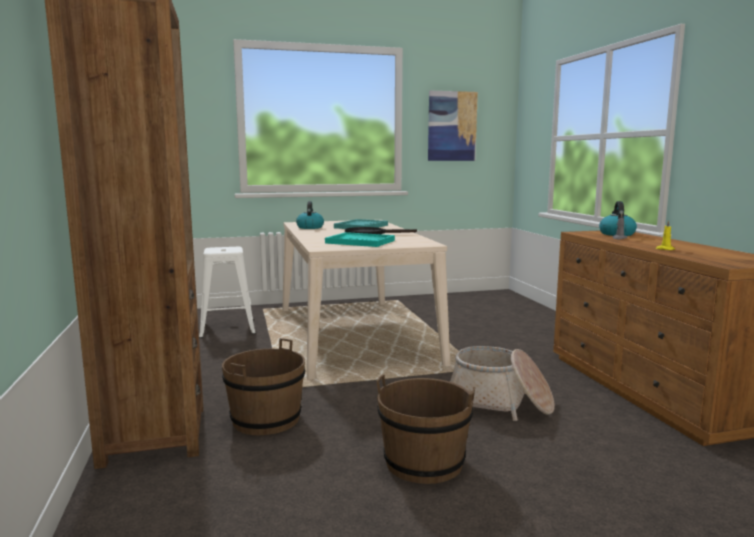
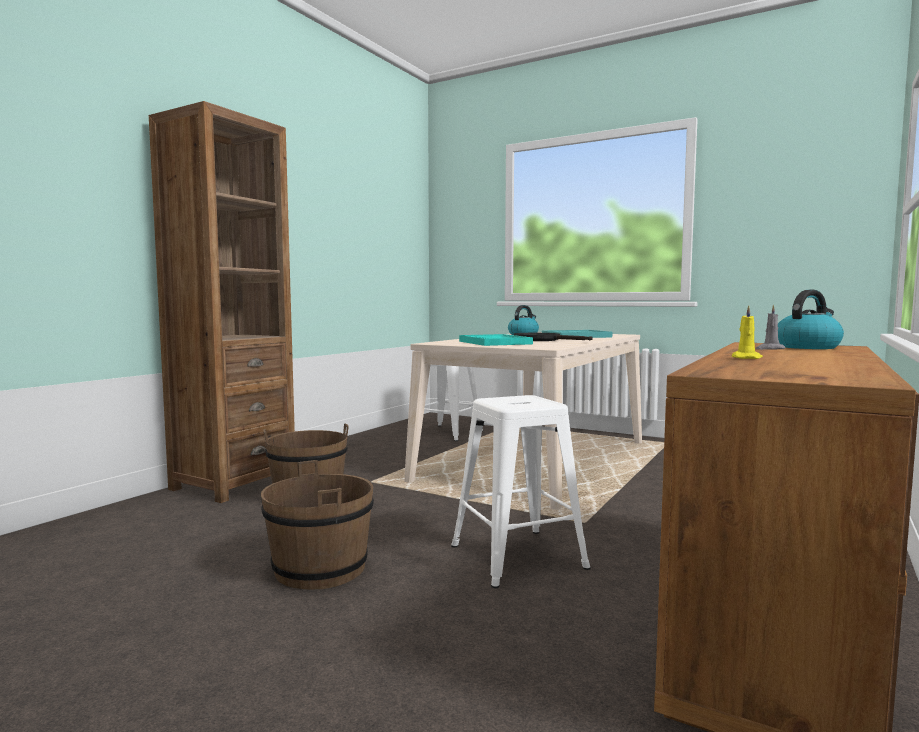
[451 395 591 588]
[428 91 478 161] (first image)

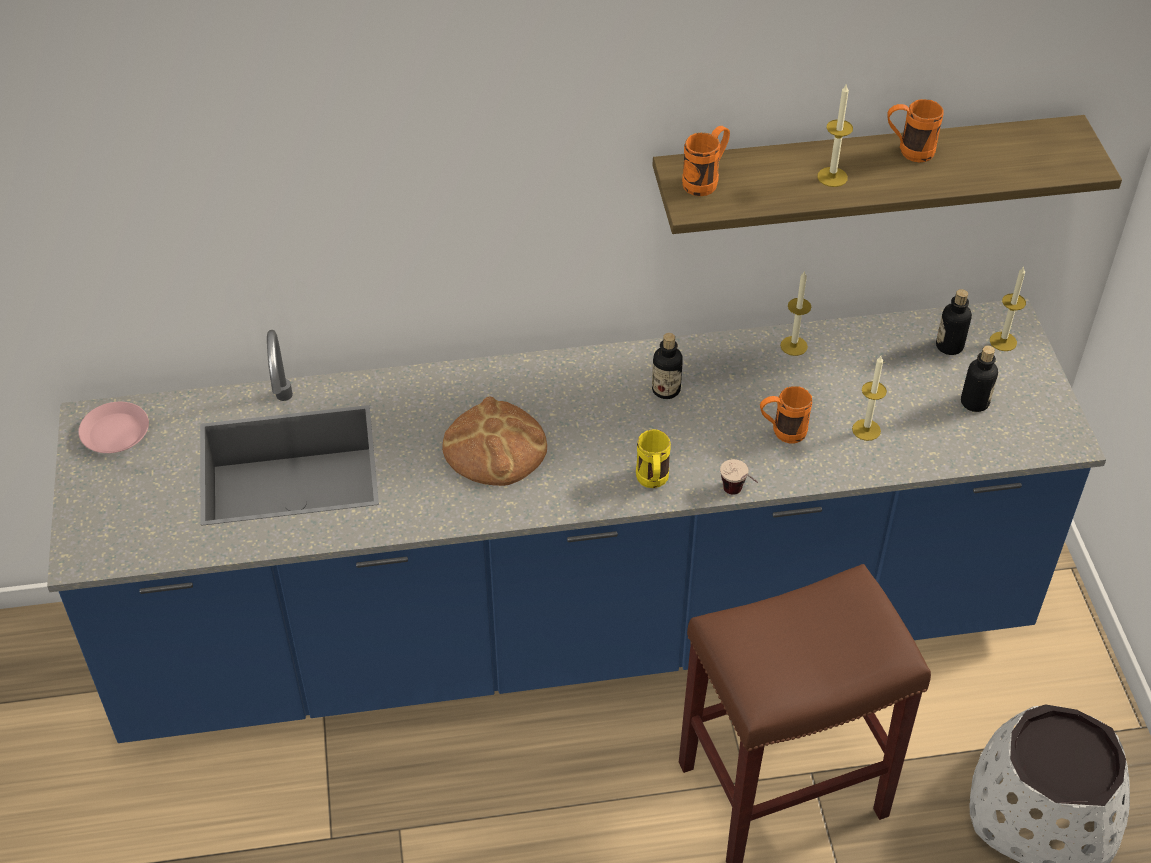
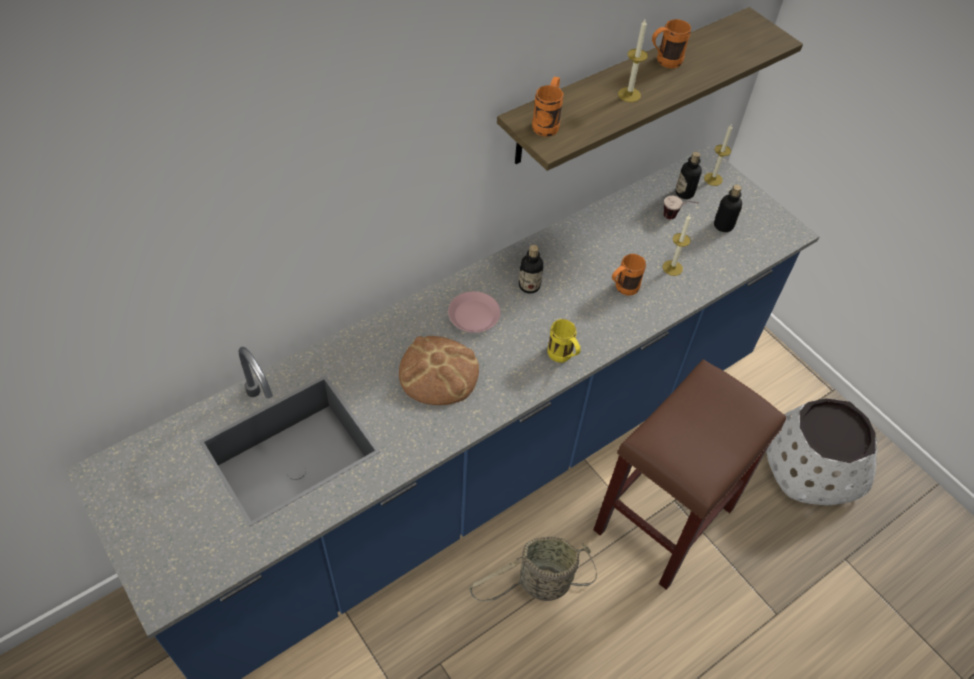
[448 291 500 333]
[468 537 597 601]
[664 196 699 219]
[780 271 811 356] (first image)

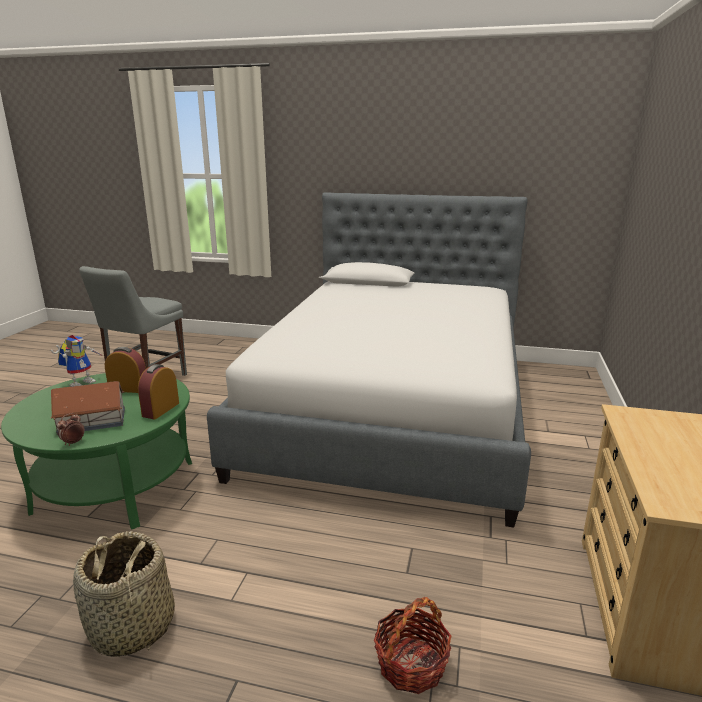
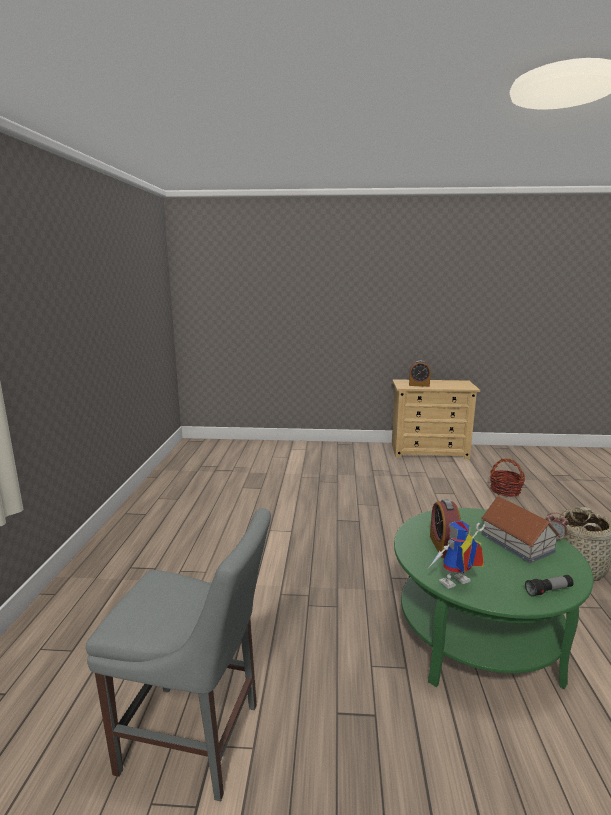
[409 361 431 387]
[429 521 485 589]
[525 575 574 597]
[207 192 531 527] (first image)

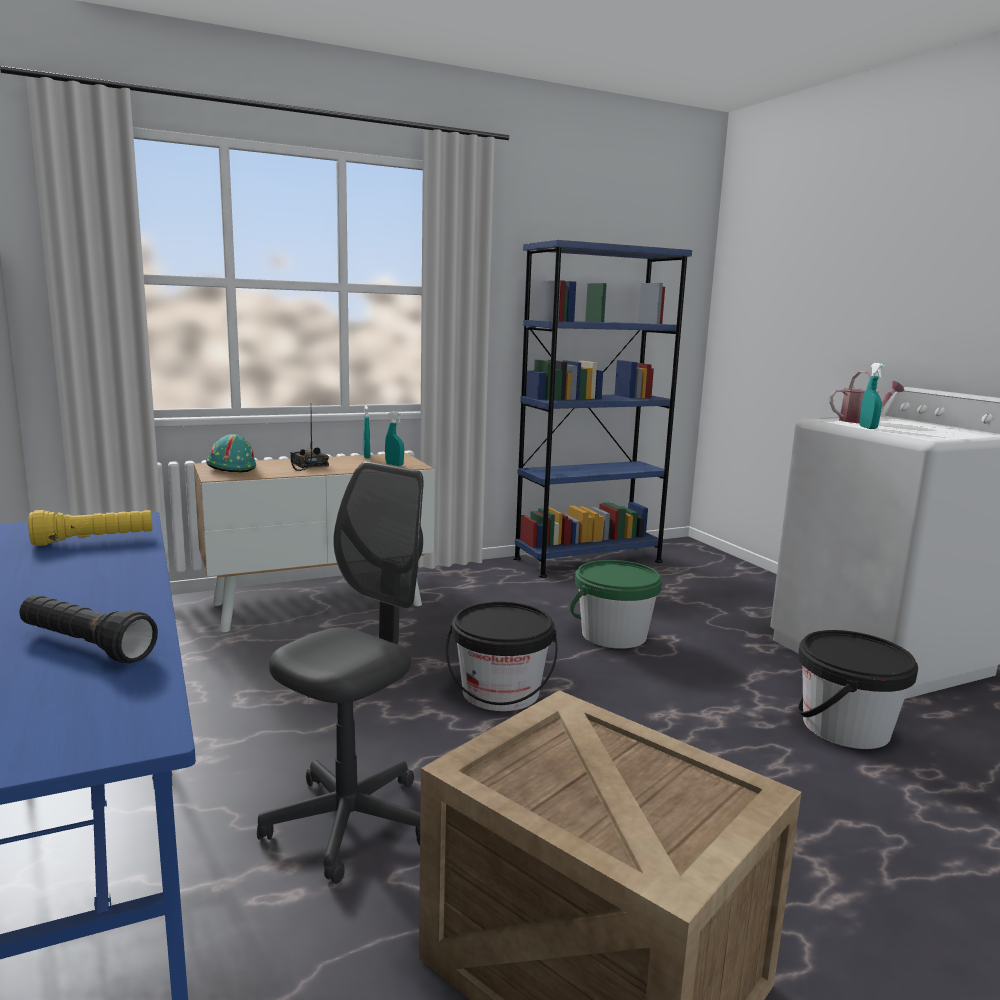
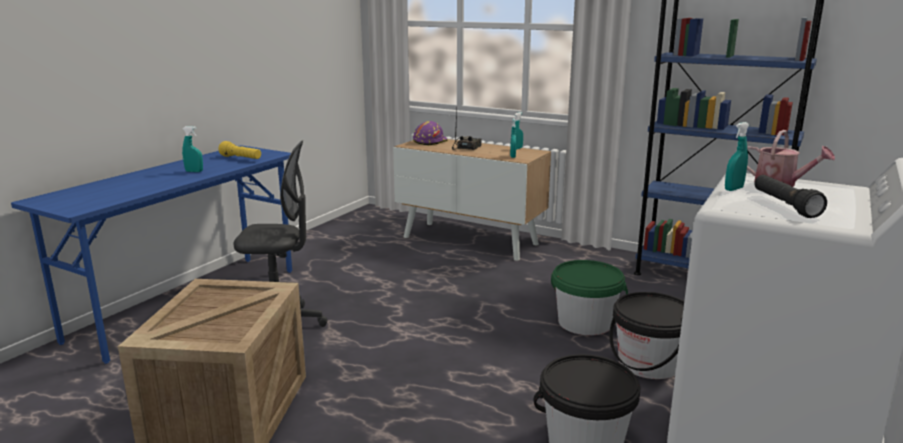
[182 126 203 172]
[413 121 448 145]
[609 292 684 379]
[754 175 827 218]

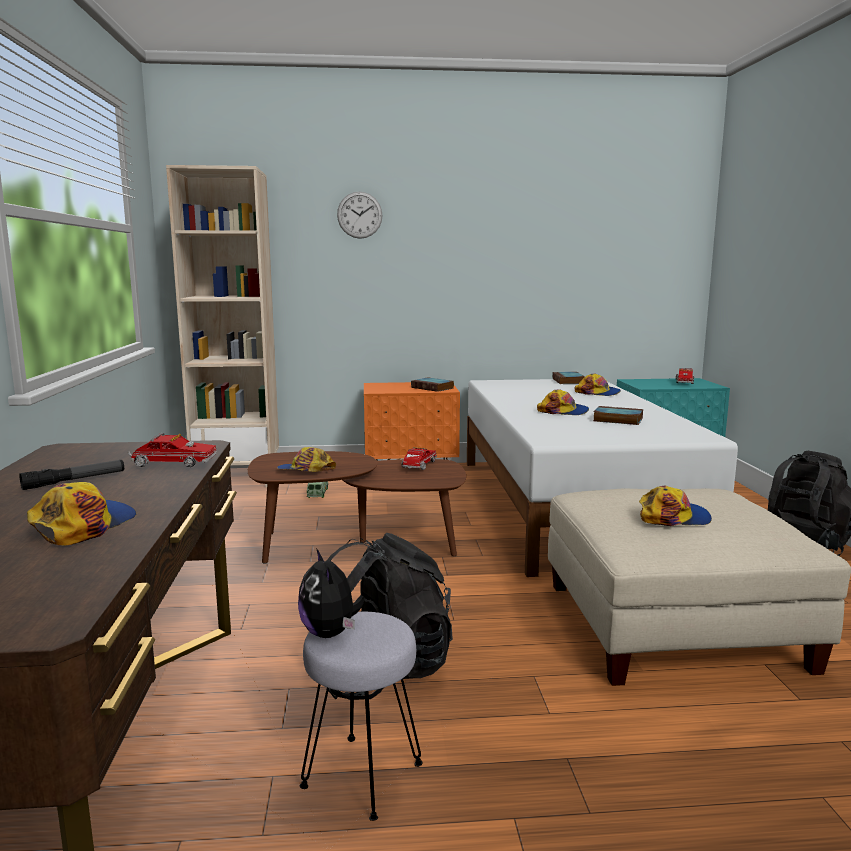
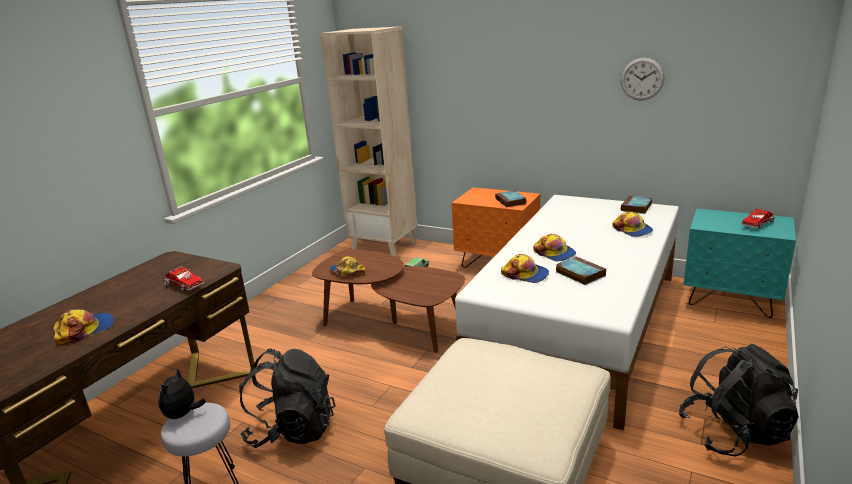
[501 254 549 283]
[621 58 664 100]
[19 460 124 490] (first image)
[402 447 437 470] (first image)

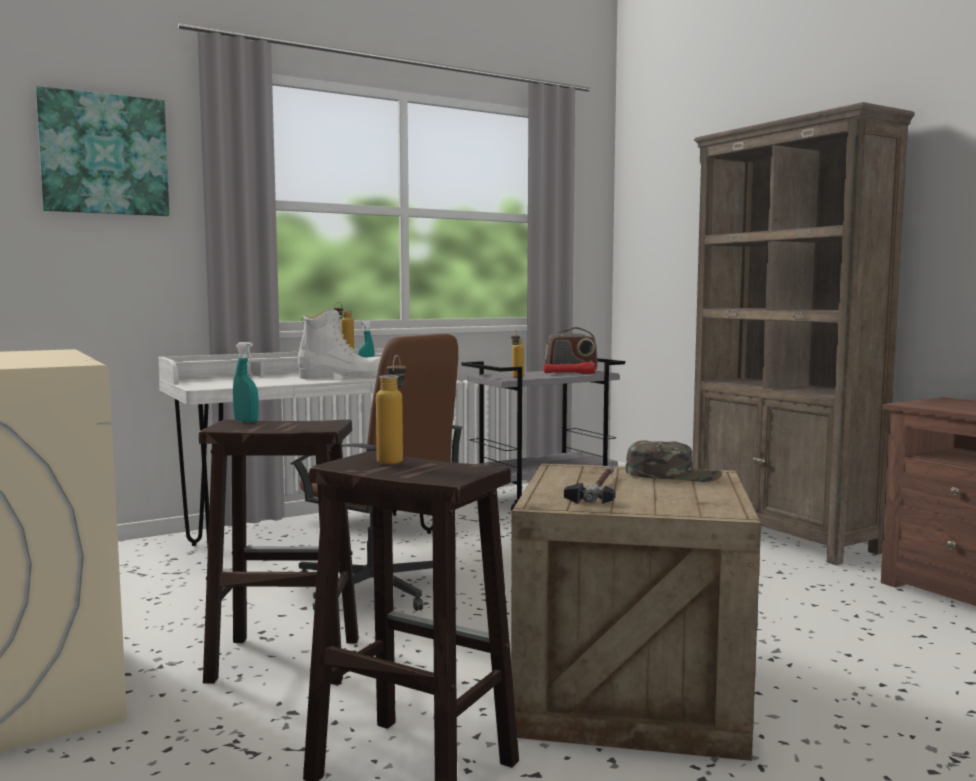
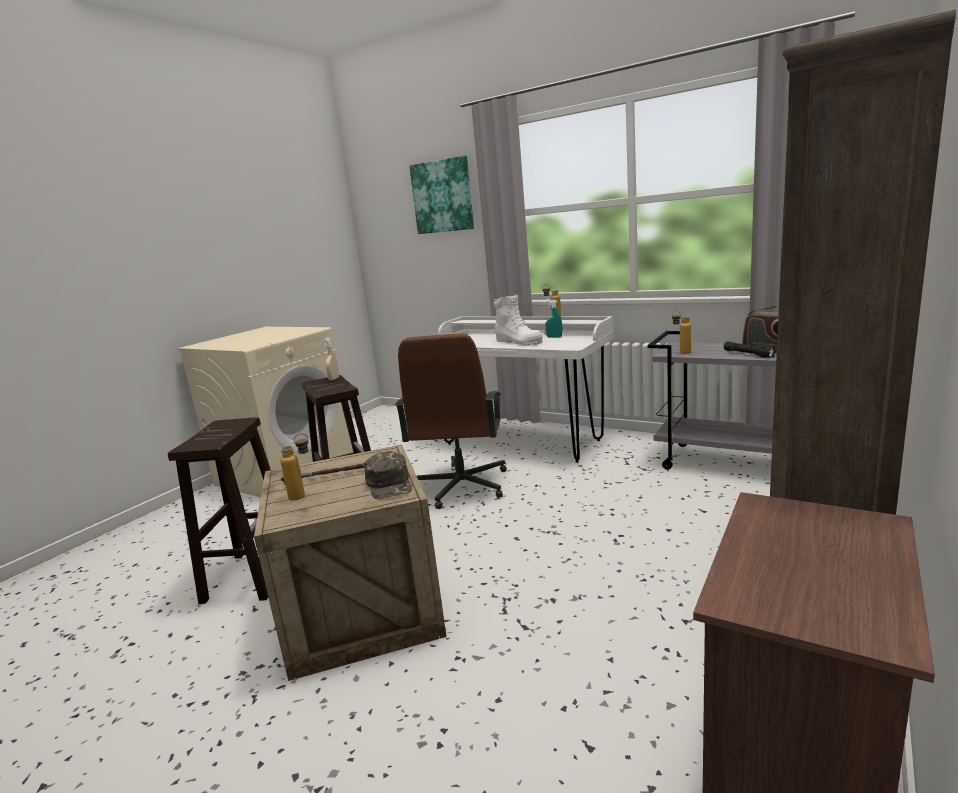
[280 434 309 501]
[323 337 339 381]
[724 341 776 358]

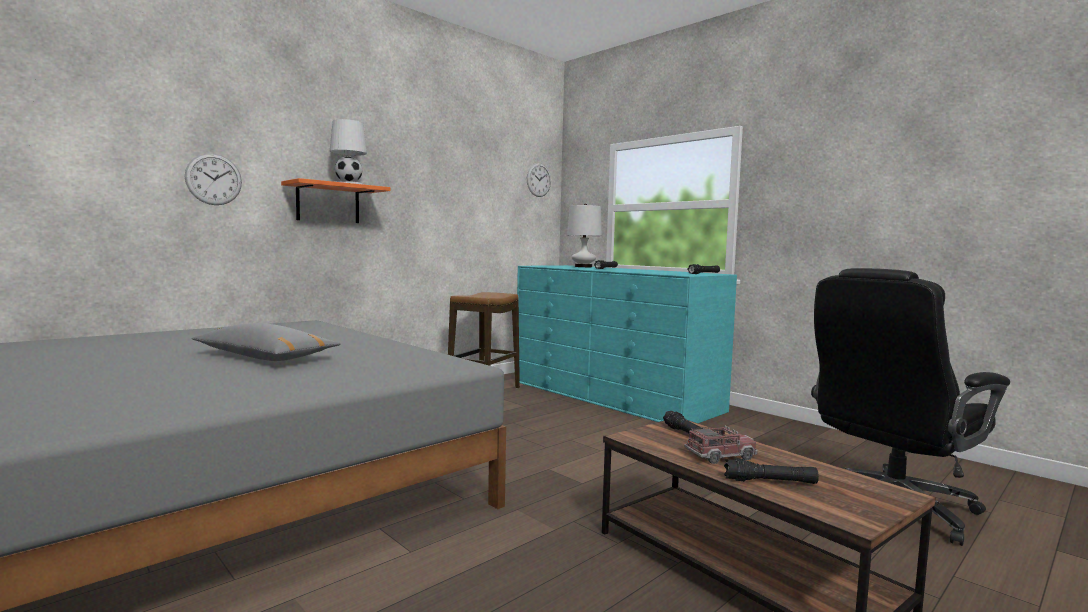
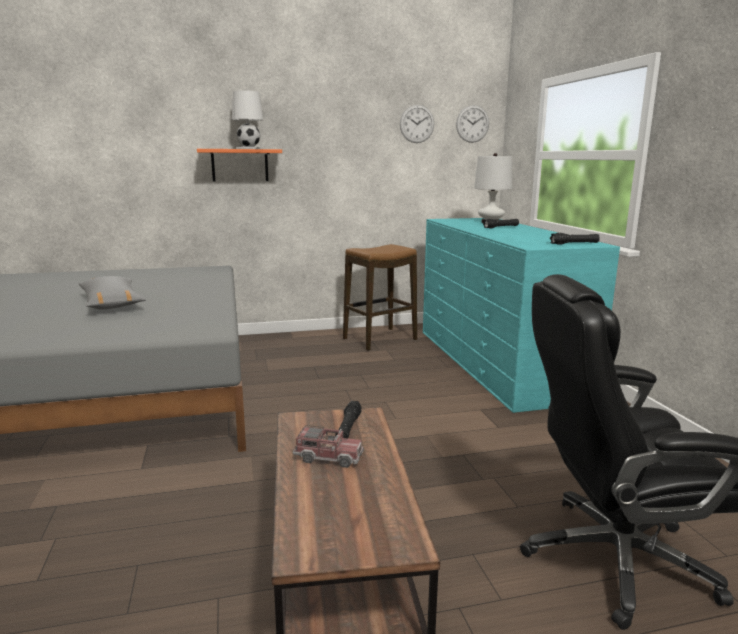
[400 105 434 143]
[724 458 819 484] (first image)

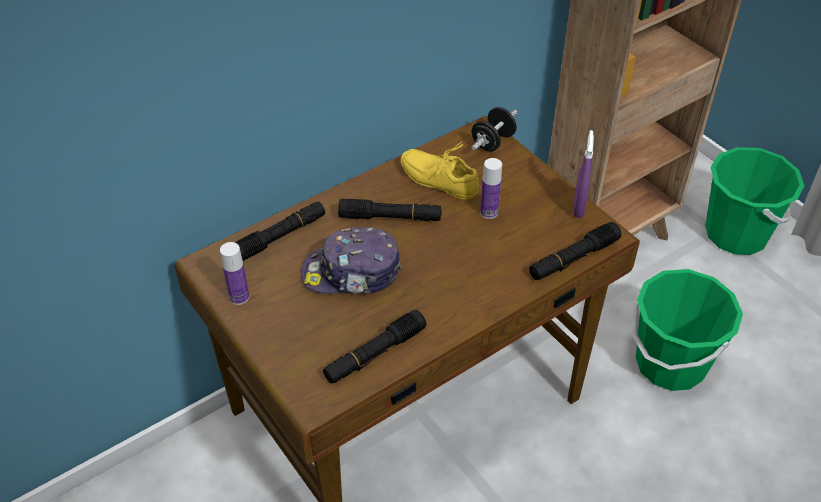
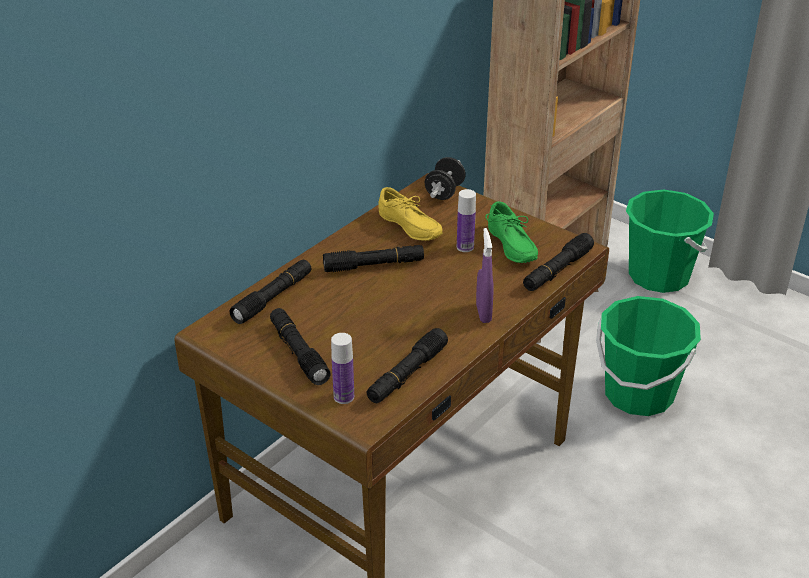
[270 308 330 385]
[331 333 354 404]
[378 187 443 241]
[476 228 493 323]
[485 201 538 263]
[301 227 401 294] (first image)

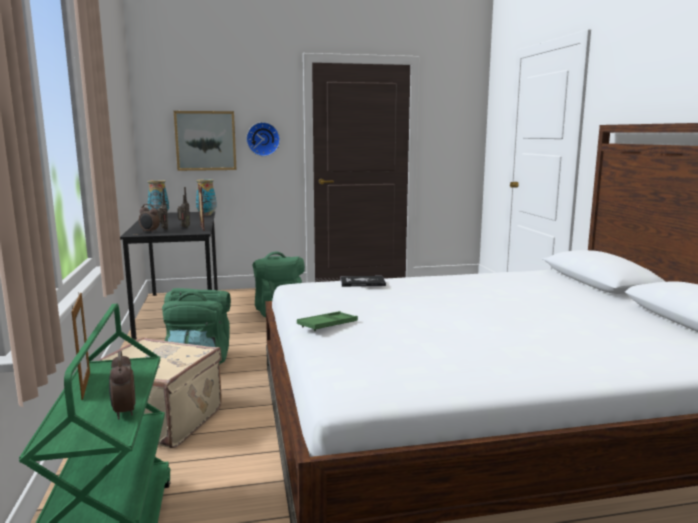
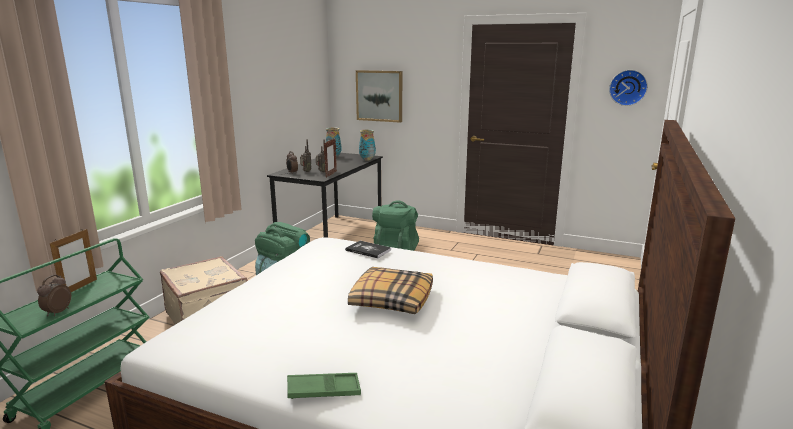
[287 373 361 399]
[348 267 433 314]
[609 70 648 106]

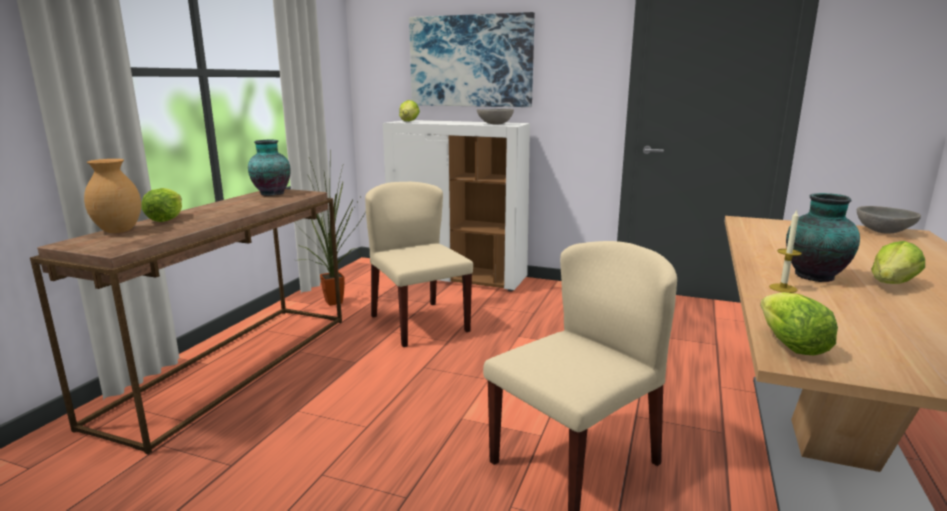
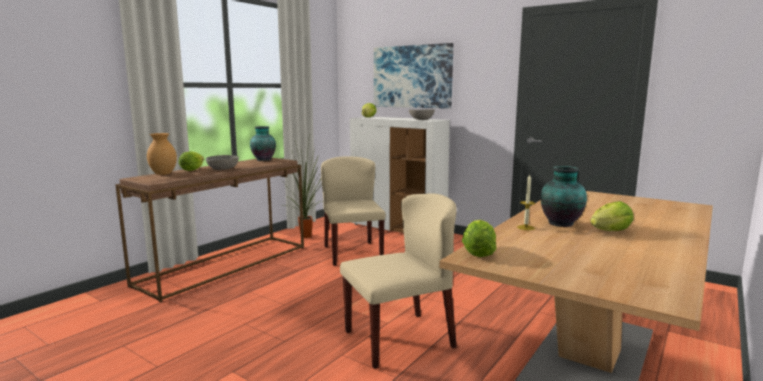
[206 155 239 170]

